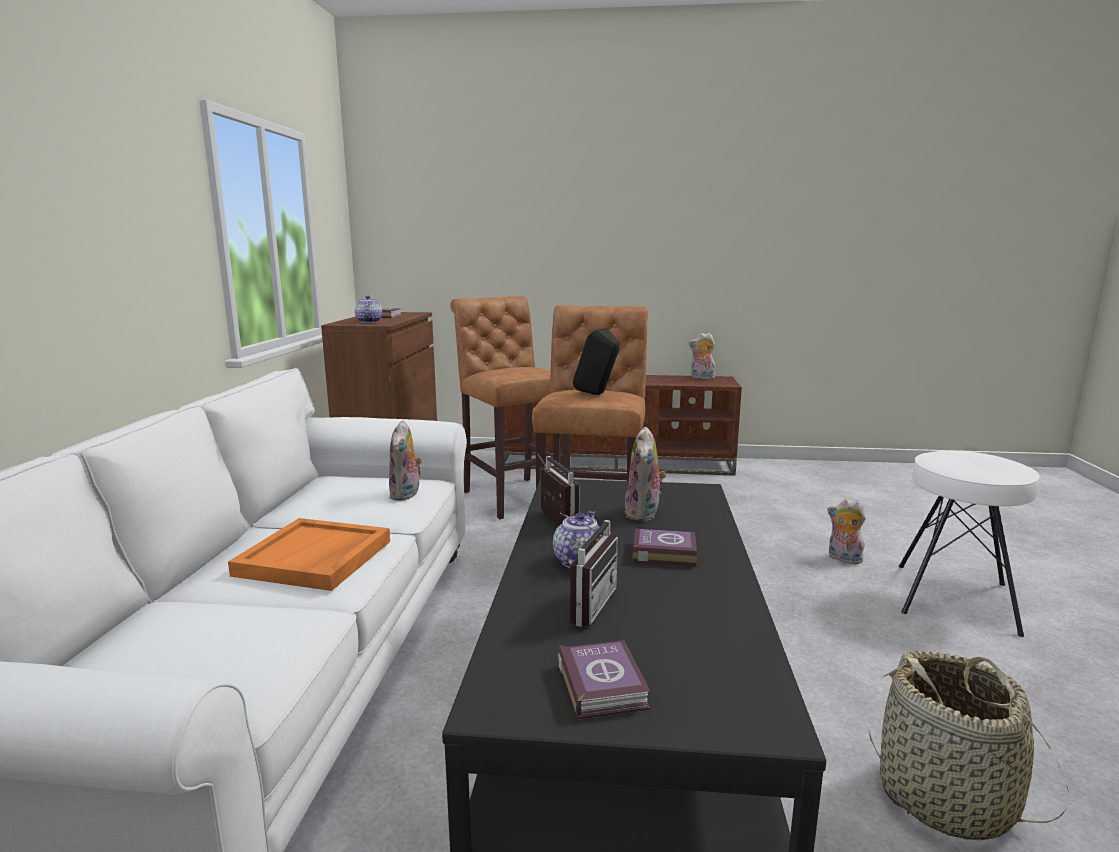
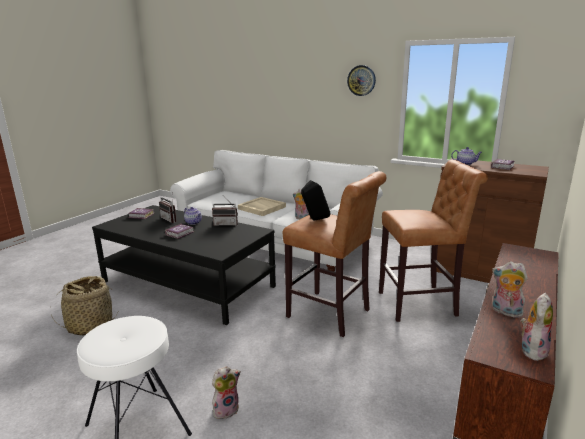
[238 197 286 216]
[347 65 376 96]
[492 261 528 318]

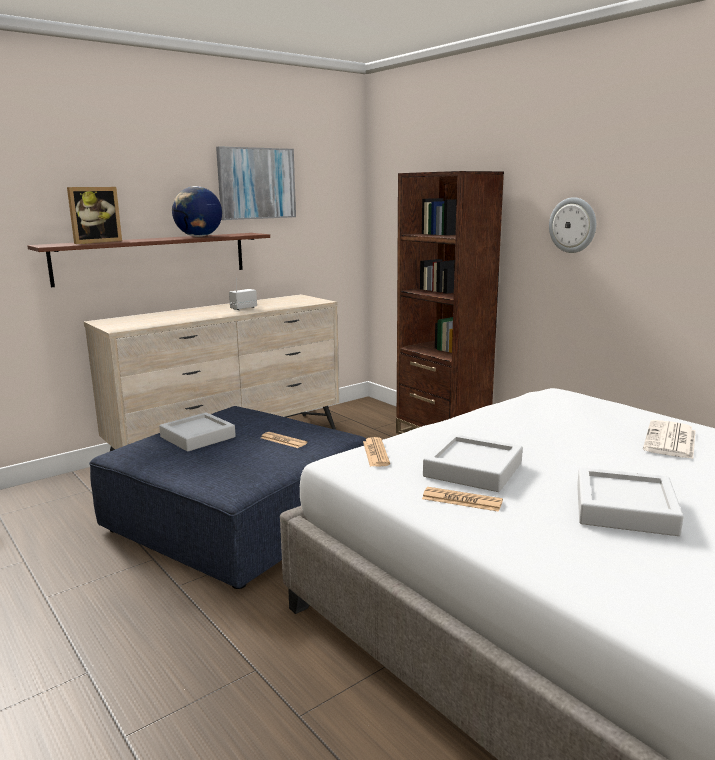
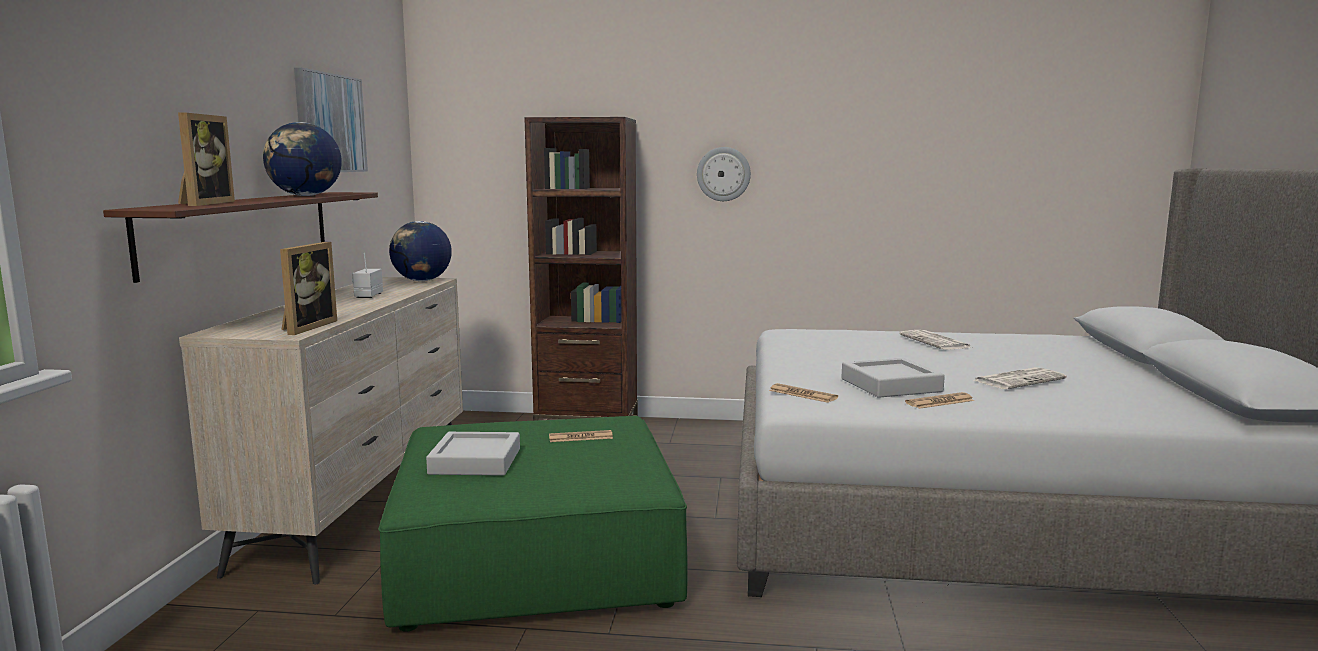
[280 242 337 335]
[378 416 688 632]
[389 221 452 281]
[974 367 1067 389]

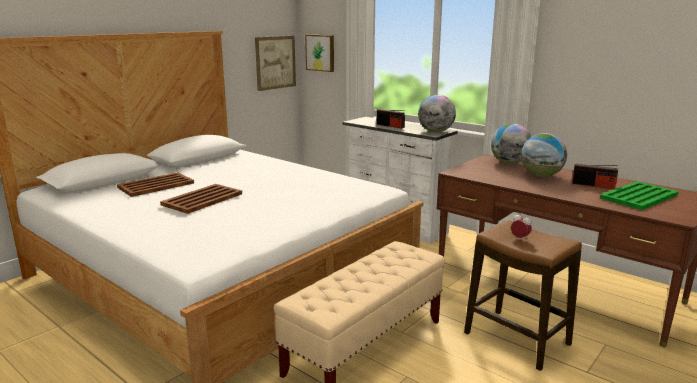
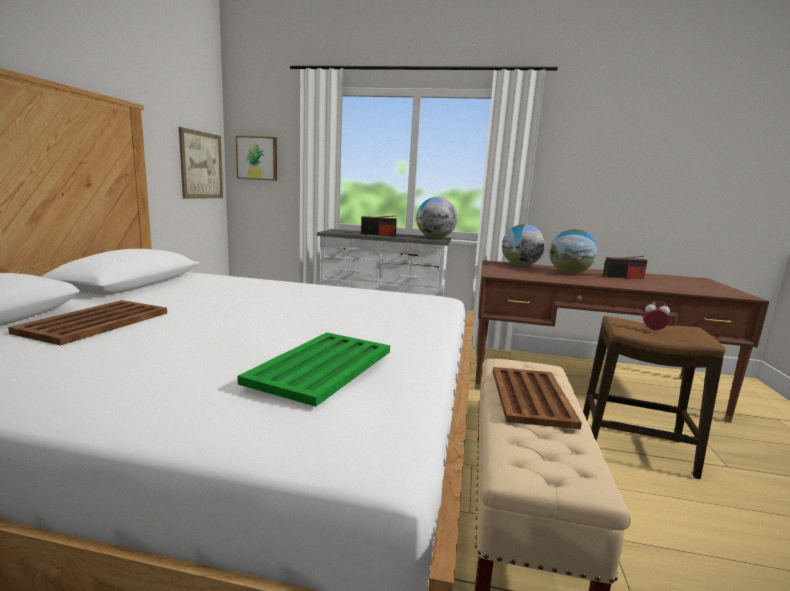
[238 332 390 407]
[493 367 582 429]

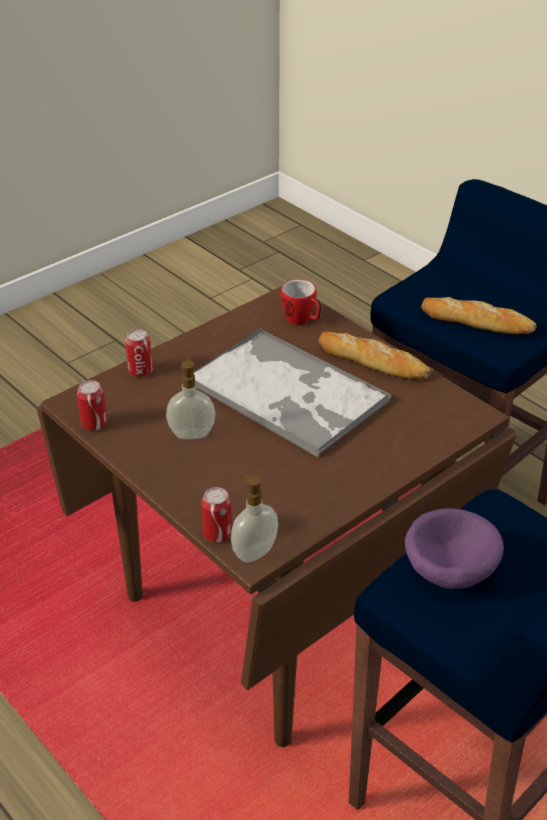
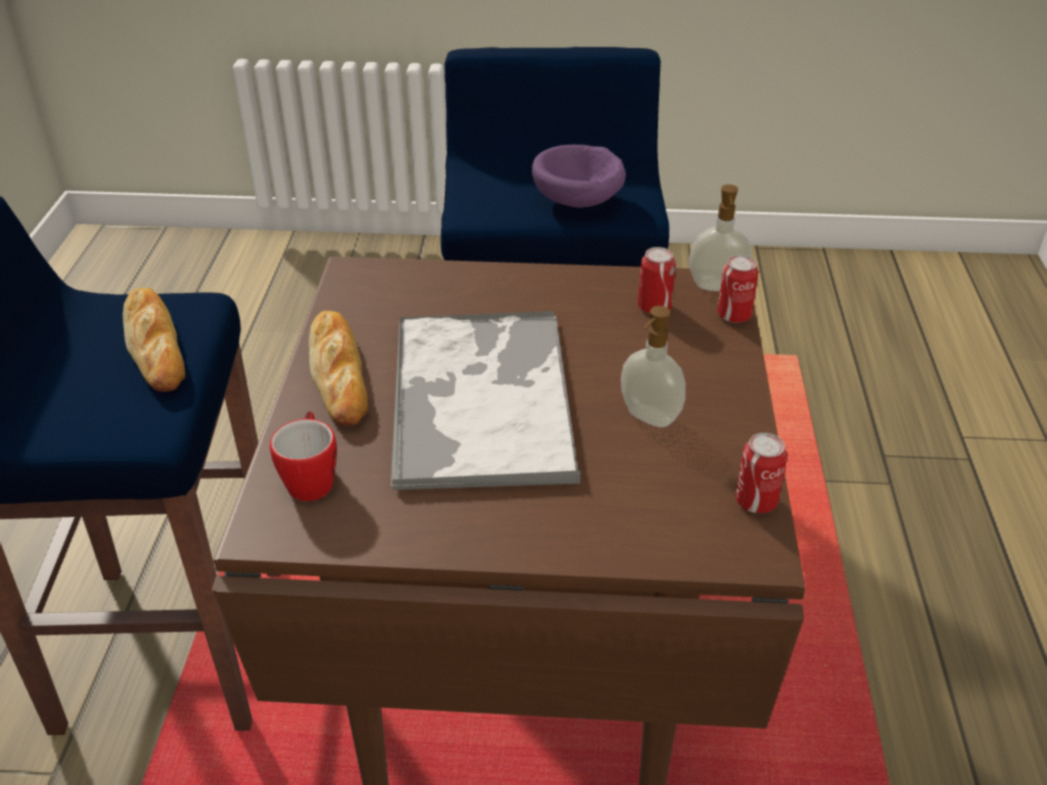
[638 247 676 313]

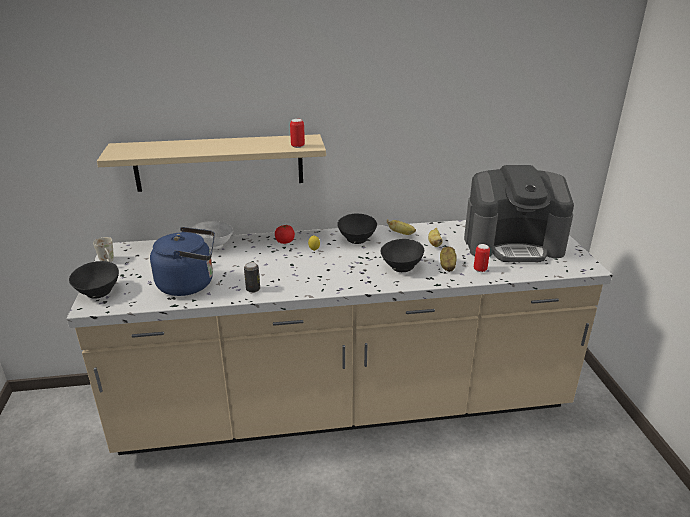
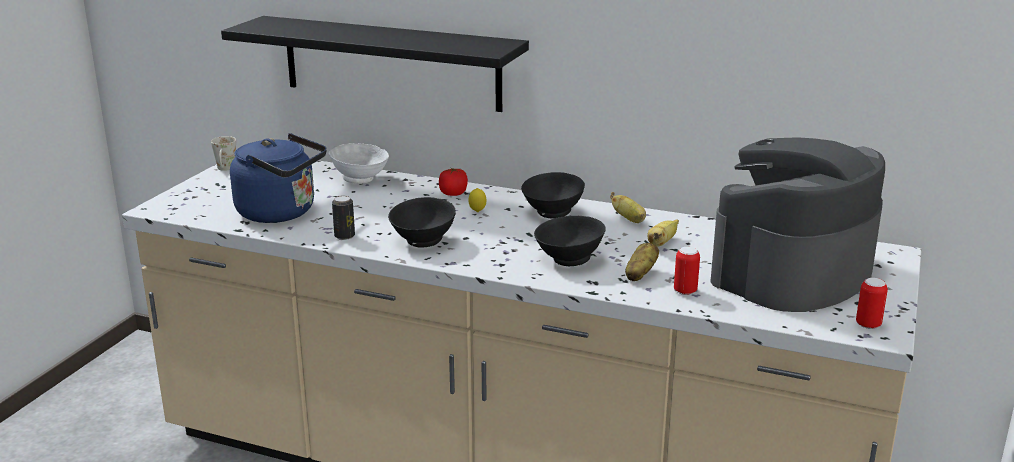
[221 16 529 112]
[388 197 456 248]
[711 137 885 312]
[856 278 888 329]

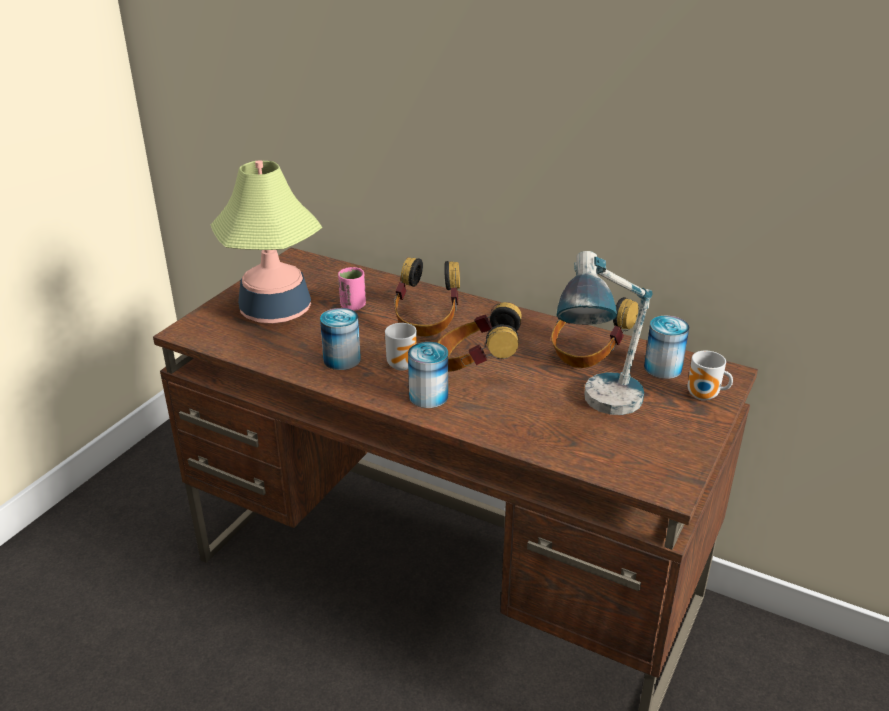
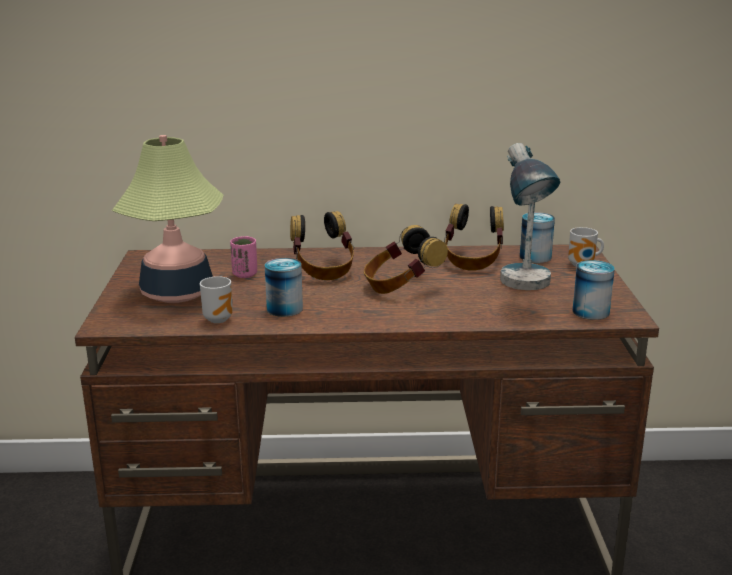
[200 276 233 323]
[572 260 615 320]

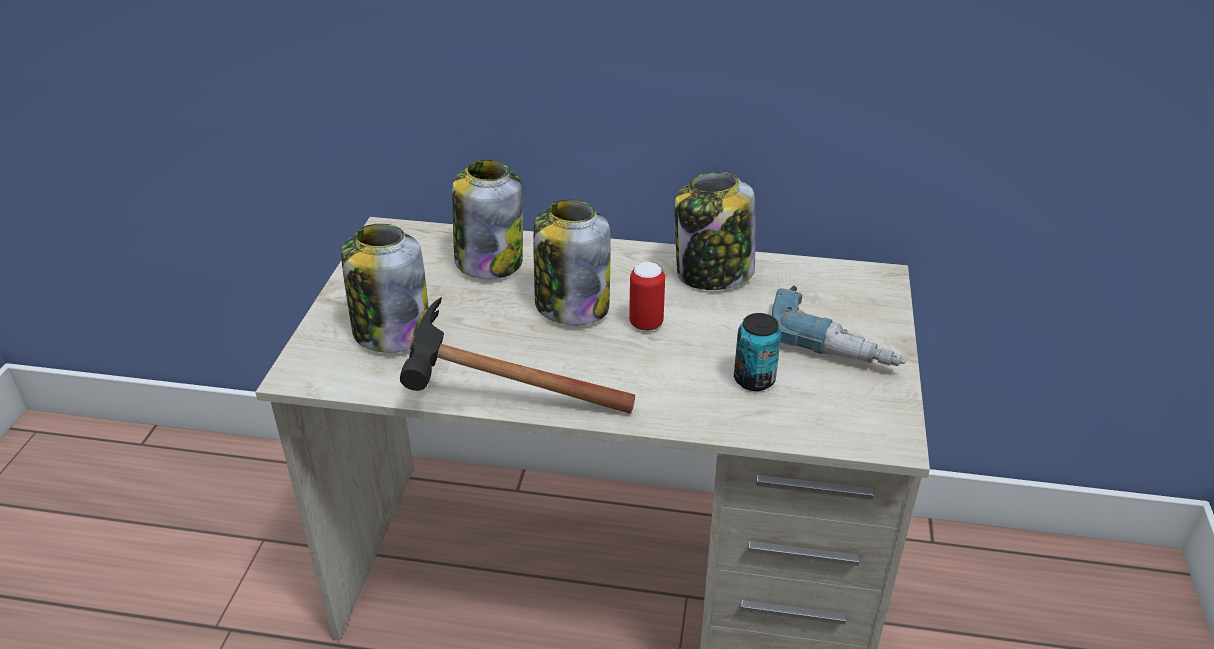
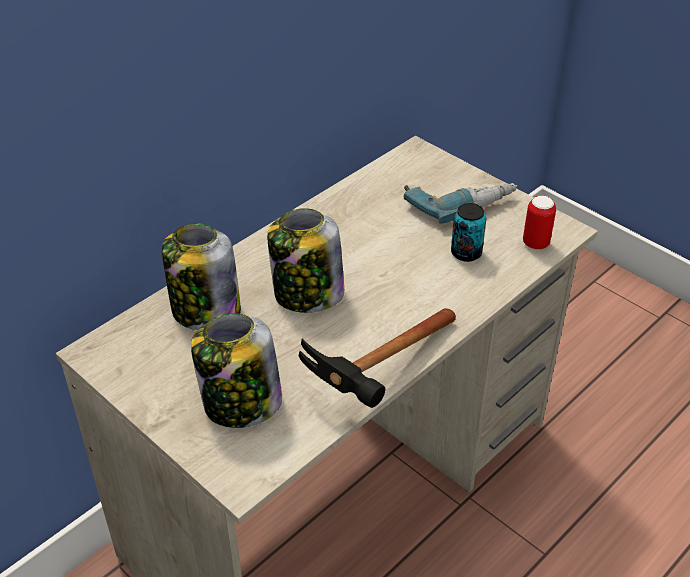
[523 196 556 250]
[675 172 755 290] (first image)

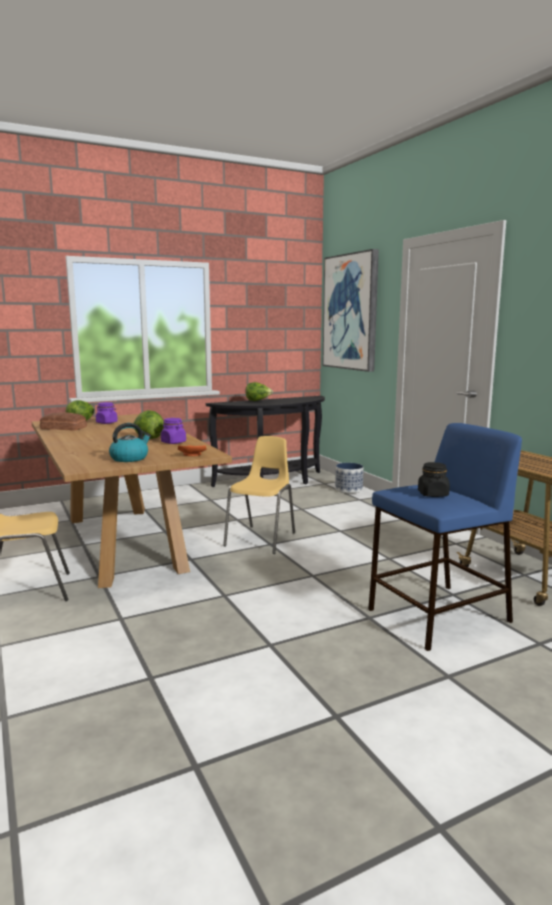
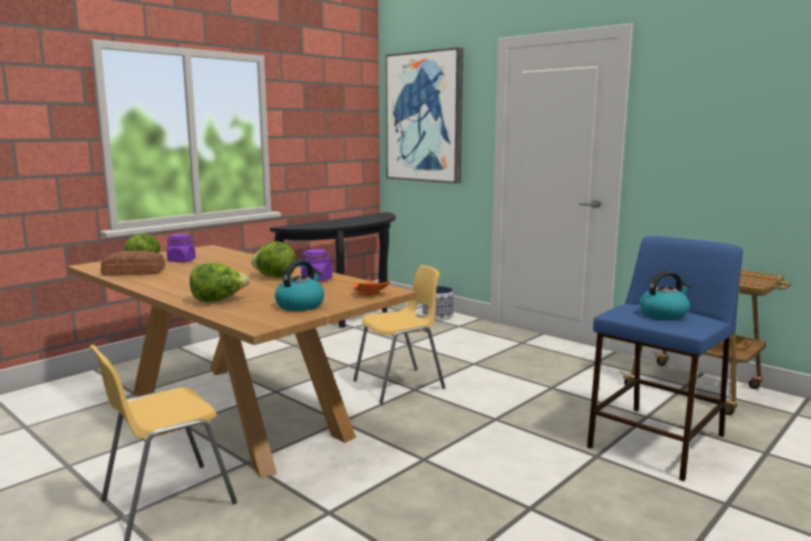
[190 263 250 302]
[353 265 445 404]
[640 271 690 320]

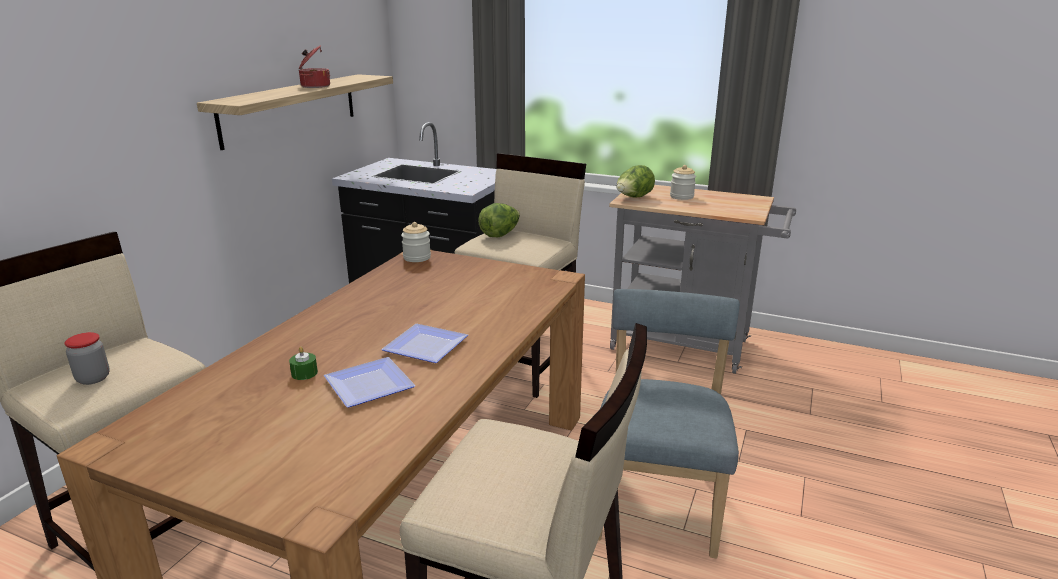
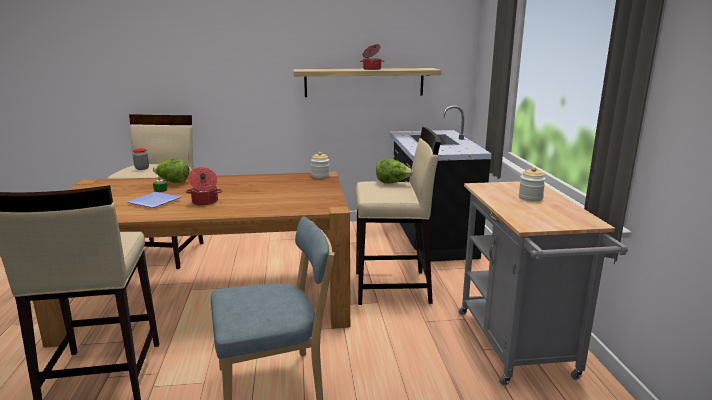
[153 158 189 183]
[186 167 222 205]

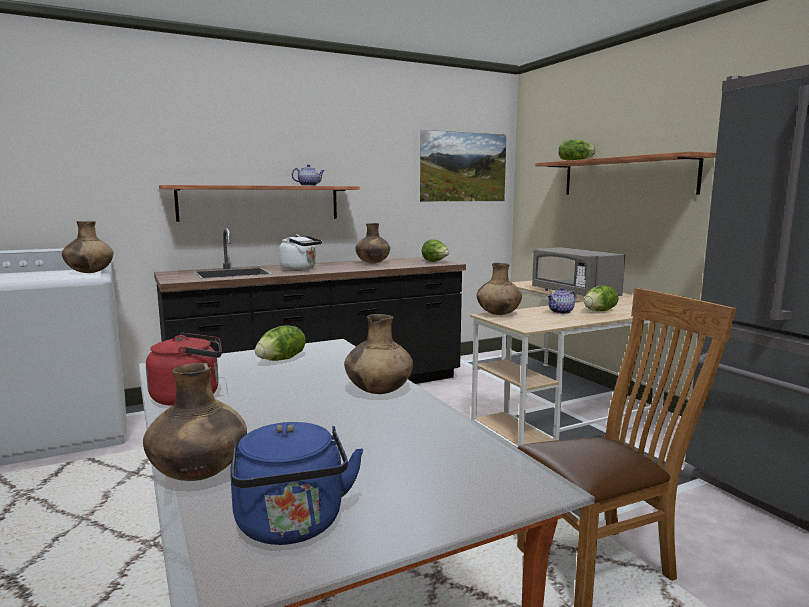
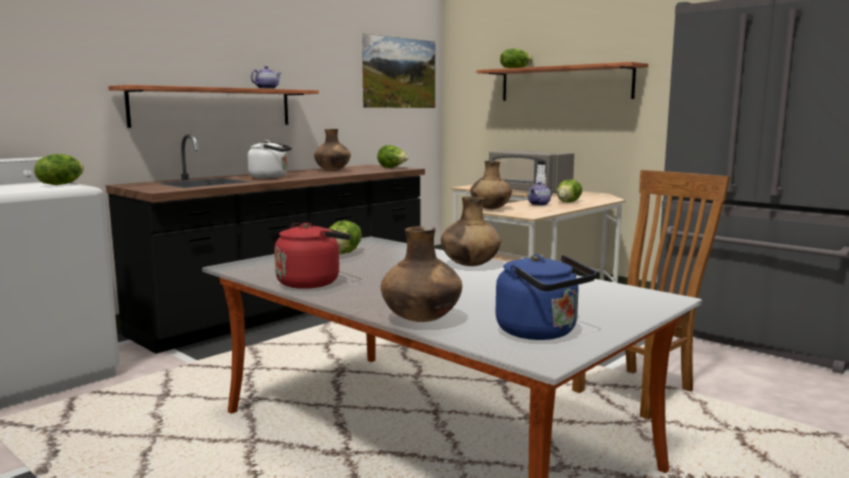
[34 154 84 185]

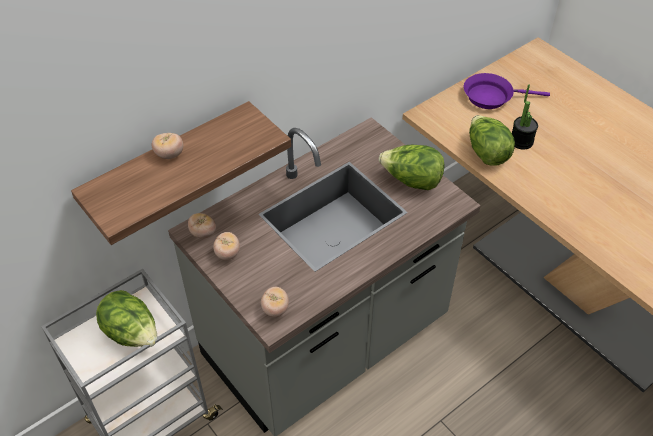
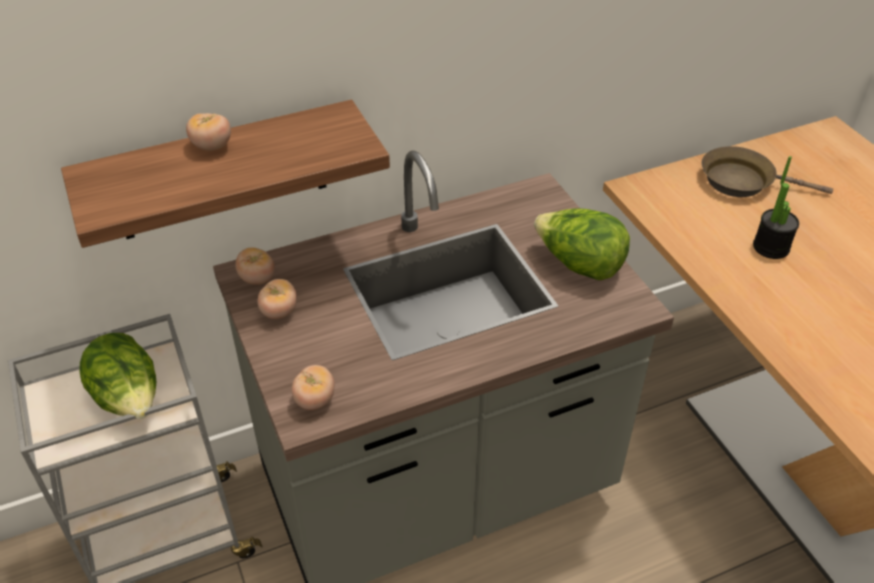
[701 146 833 197]
[469 115 515 166] (first image)

